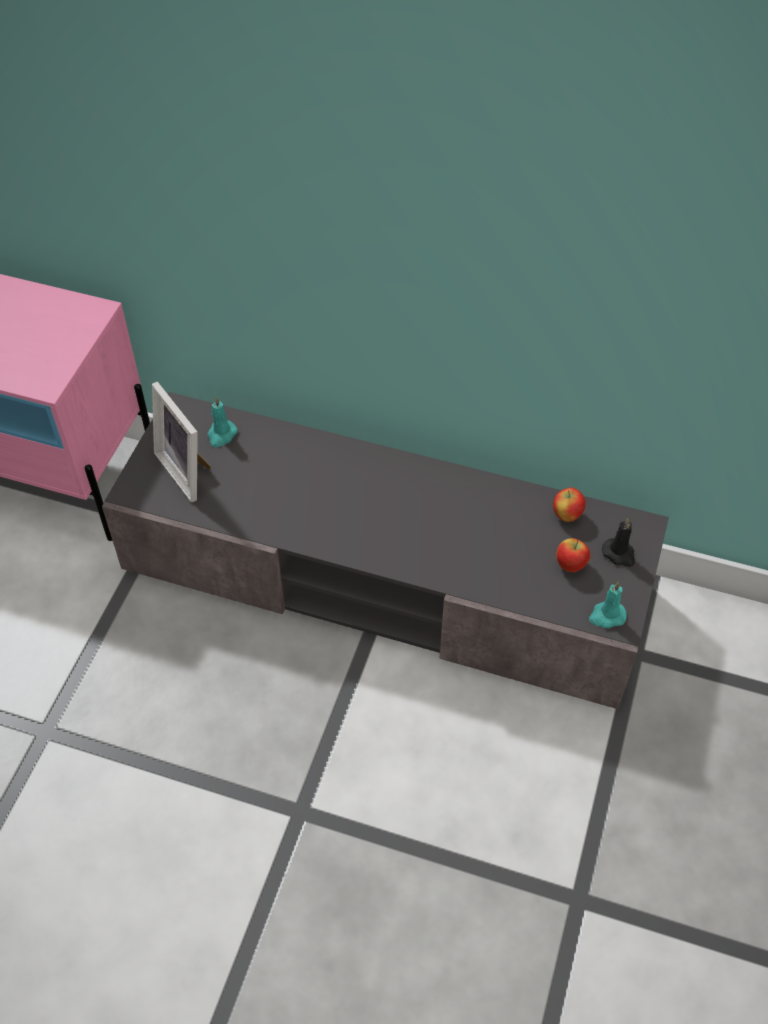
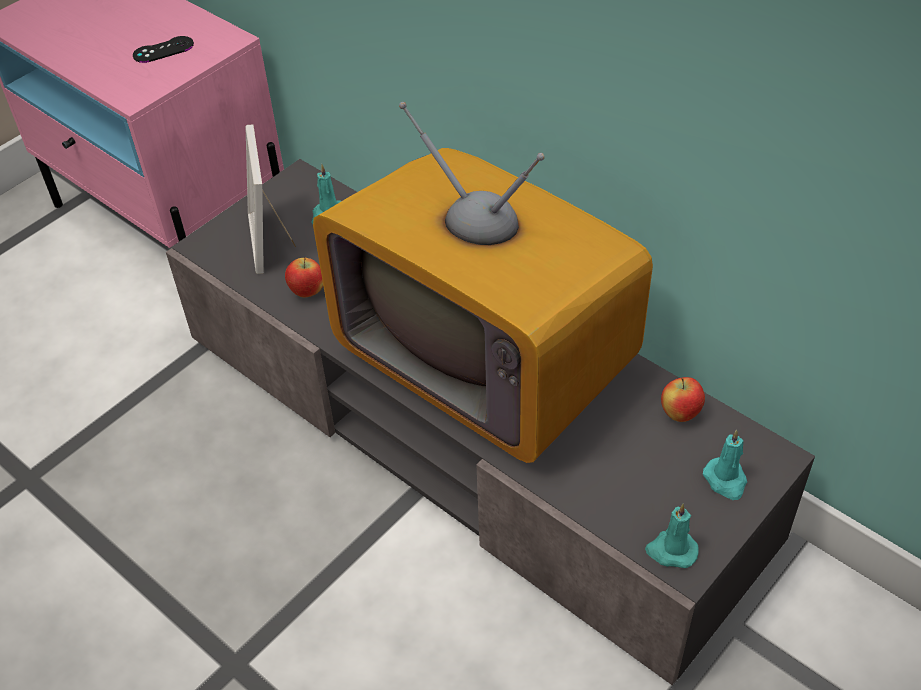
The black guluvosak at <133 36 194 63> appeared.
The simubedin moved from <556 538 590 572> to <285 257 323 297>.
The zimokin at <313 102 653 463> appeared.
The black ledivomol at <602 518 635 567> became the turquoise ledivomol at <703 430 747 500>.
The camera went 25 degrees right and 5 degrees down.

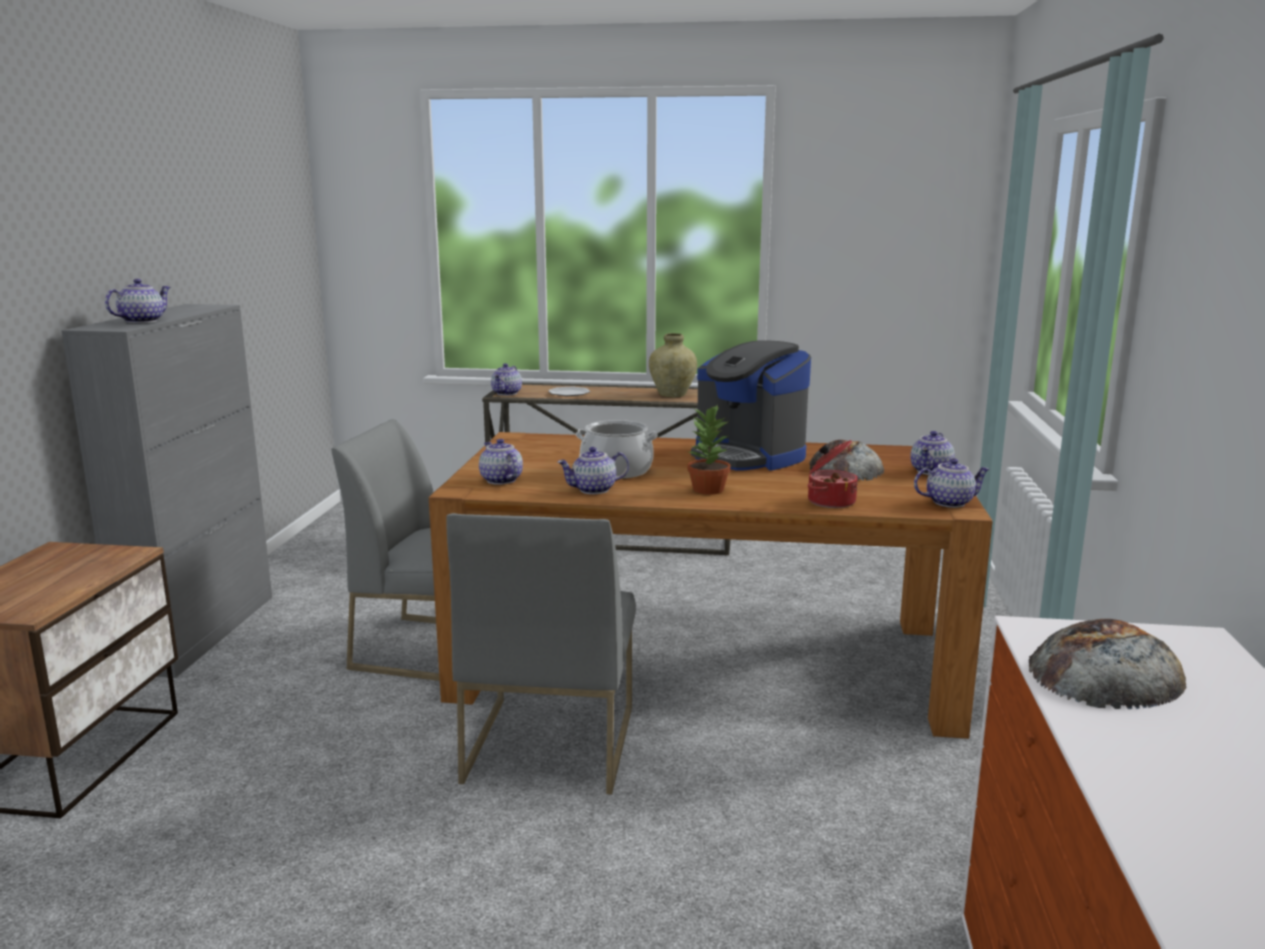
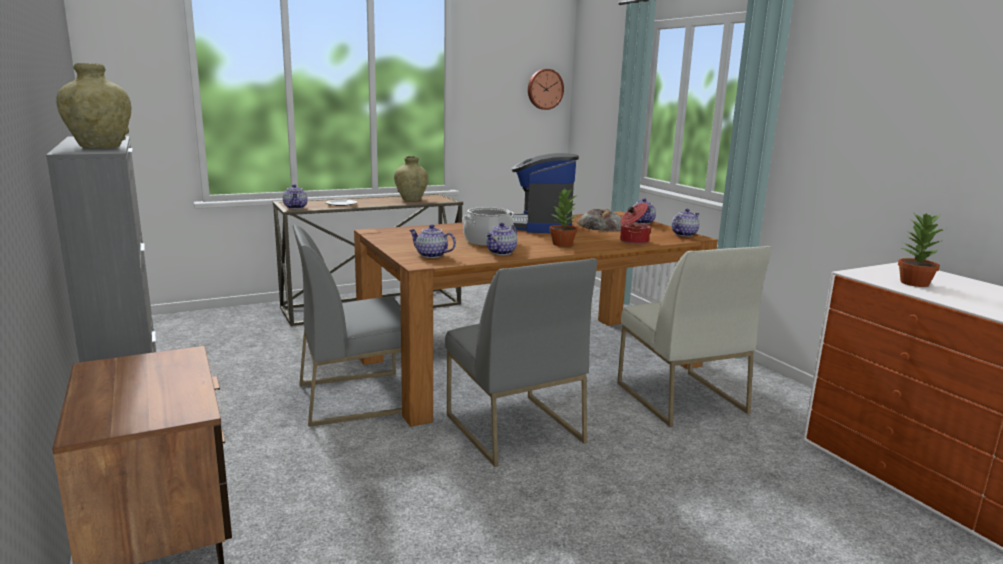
The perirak at <105 279 171 323> was replaced by the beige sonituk at <56 63 131 148>.
The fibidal at <691 340 811 471> turned 75 degrees clockwise.
The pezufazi at <528 69 564 110> appeared.
The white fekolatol at <617 246 772 427> appeared.
The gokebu at <1029 619 1187 709> was replaced by the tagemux at <898 212 943 287>.
The camera went 35 degrees left and 0 degrees up.

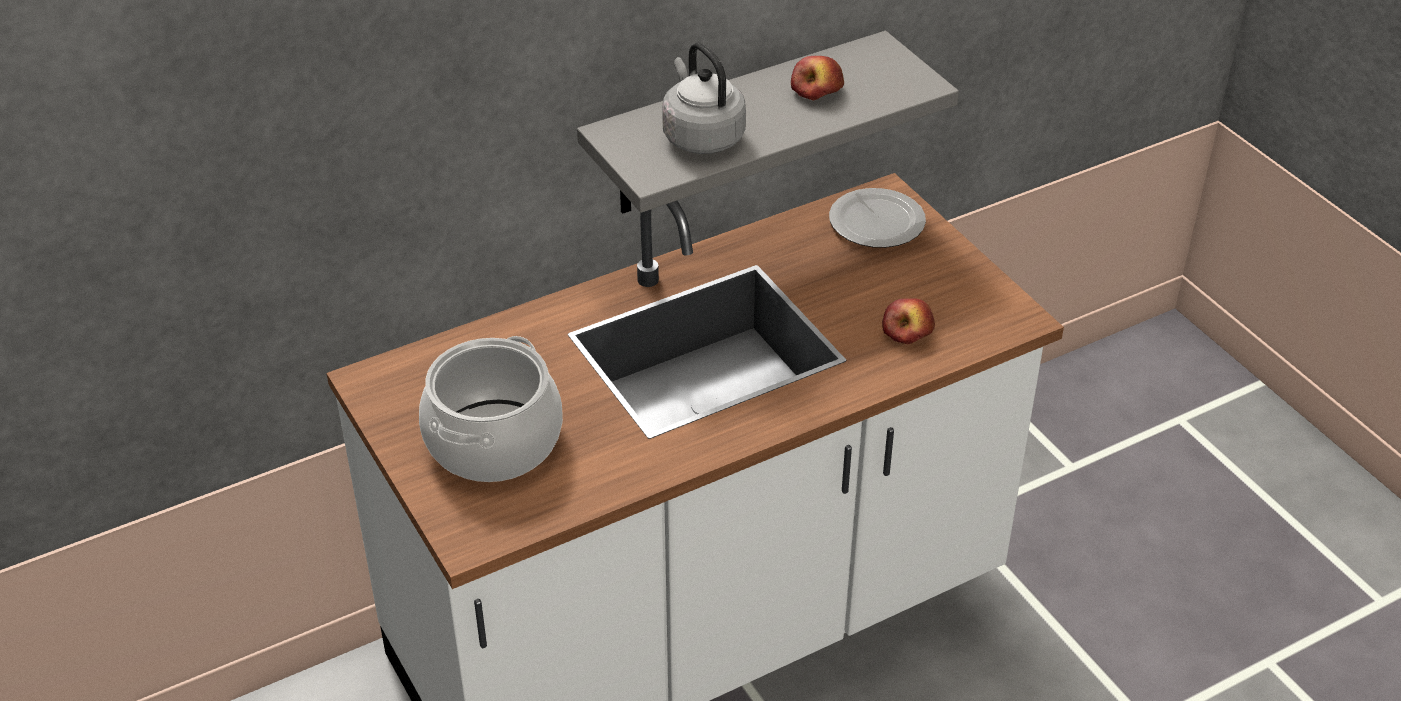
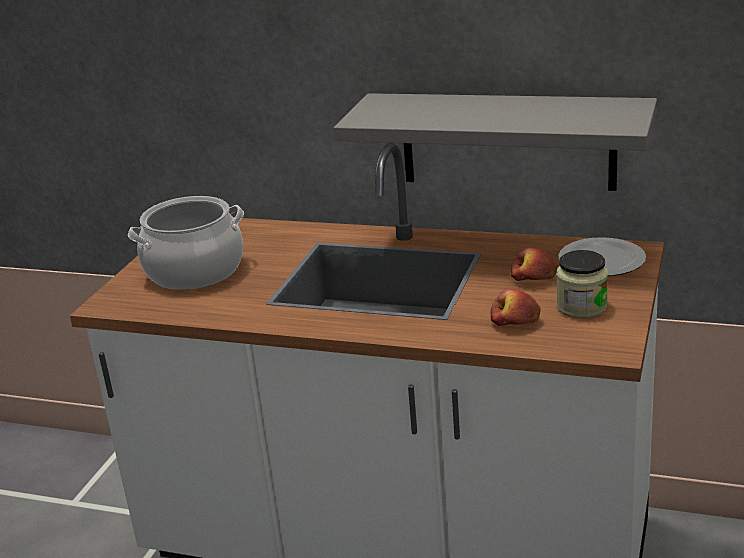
The simubedin moved from <791 56 844 101> to <511 247 558 281>.
The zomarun at <557 250 608 318> appeared.
The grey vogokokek at <662 42 746 154> disappeared.
The camera went 50 degrees right and 15 degrees down.

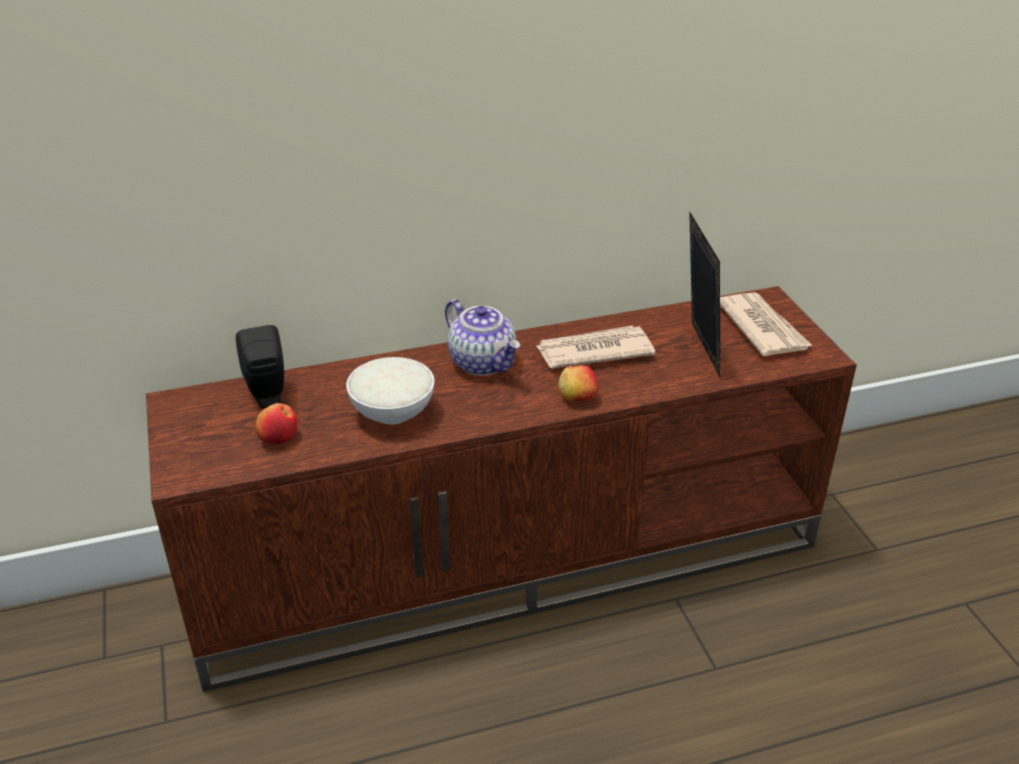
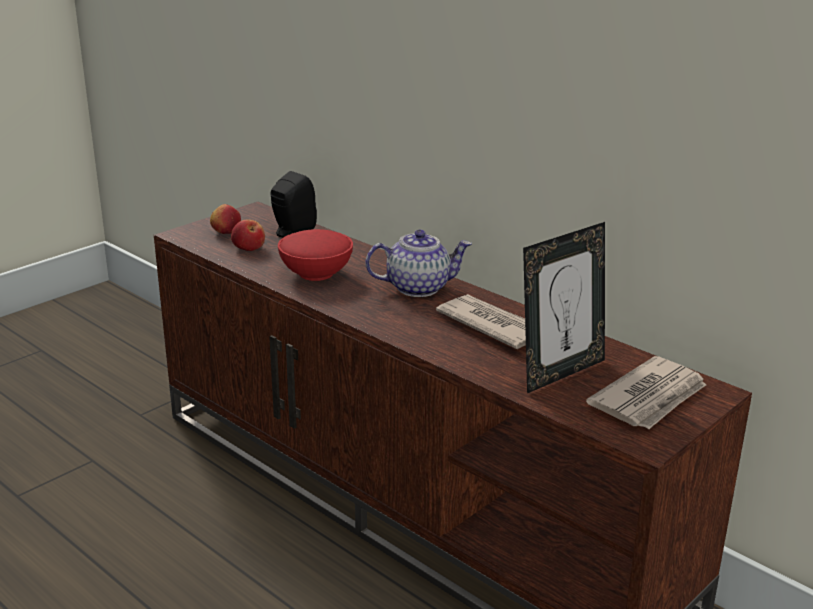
The simubedin moved from <558 365 599 402> to <210 204 241 234>.
The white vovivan at <346 357 434 425> became the red vovivan at <278 229 353 281>.
The perirak at <445 299 520 376> turned 120 degrees counterclockwise.
The camera went 60 degrees right and 10 degrees down.

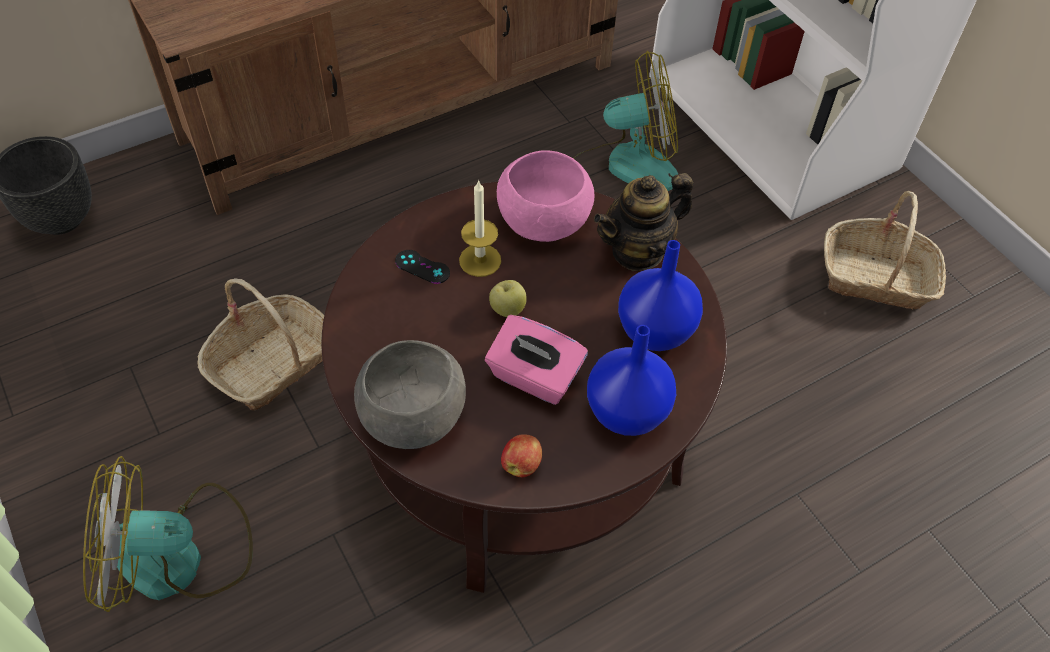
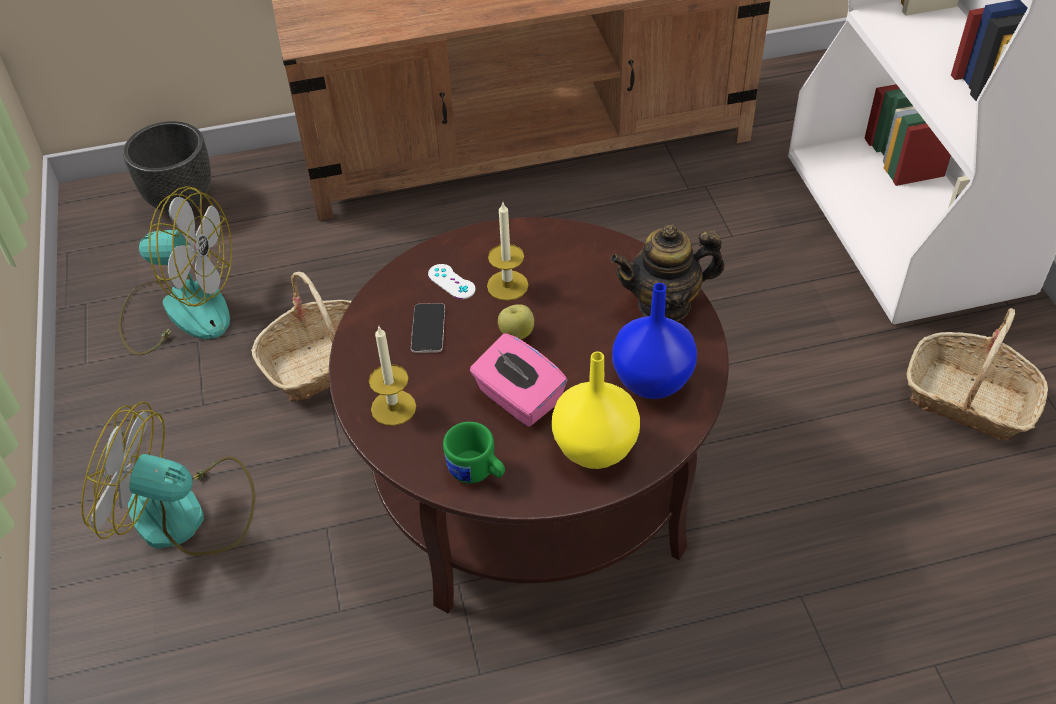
The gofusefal moved from <573 51 678 191> to <118 186 232 355>.
The grey vovivan at <354 340 466 449> was replaced by the ledivomol at <369 326 416 426>.
The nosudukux at <411 303 445 353> appeared.
The black guluvosak at <395 250 450 284> became the white guluvosak at <428 264 476 299>.
The simubedin at <501 434 542 477> was replaced by the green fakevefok at <443 422 505 483>.
The blue sonituk at <587 325 676 436> became the yellow sonituk at <552 351 640 469>.
The pink vovivan at <497 150 594 242> disappeared.
The camera went 20 degrees right and 5 degrees down.

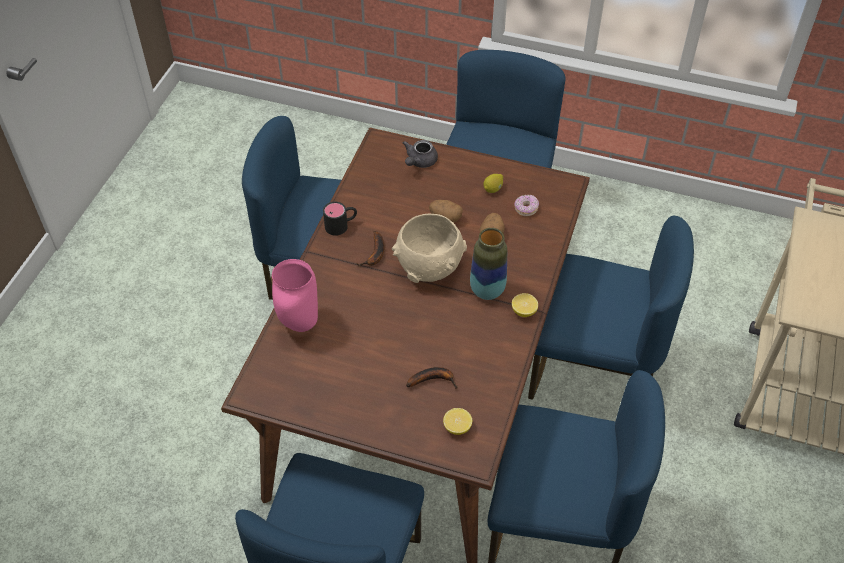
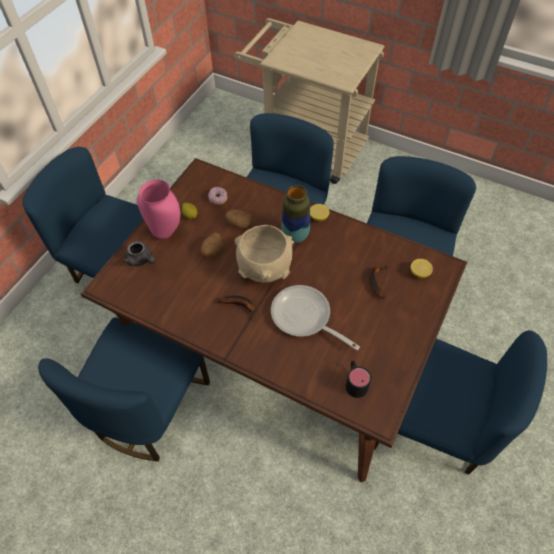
The pink sonituk moved from <272 259 318 332> to <137 179 181 239>.
The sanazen at <271 285 360 350> appeared.
The black fakevefok moved from <323 202 357 236> to <346 361 371 398>.
The camera went 80 degrees left and 5 degrees up.

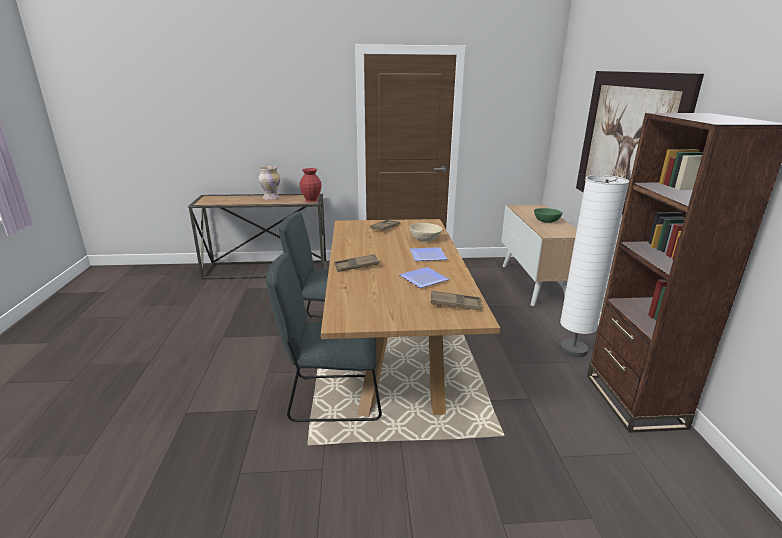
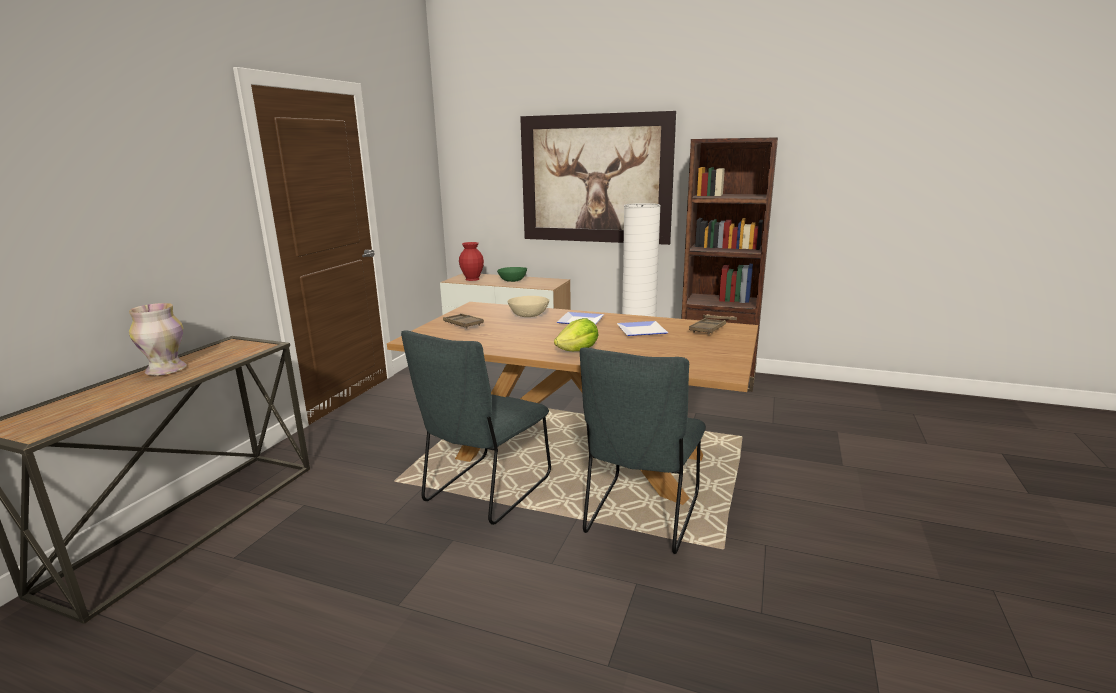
The red sonituk moved from <300 168 322 202> to <459 242 484 281>.
The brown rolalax at <334 254 379 272> was replaced by the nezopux at <554 318 598 351>.
The camera went 65 degrees left and 5 degrees down.

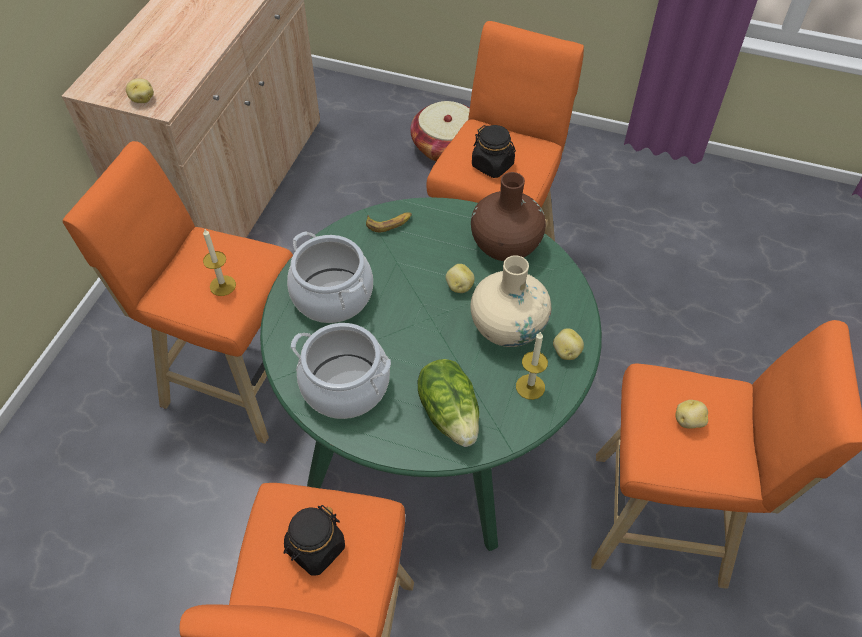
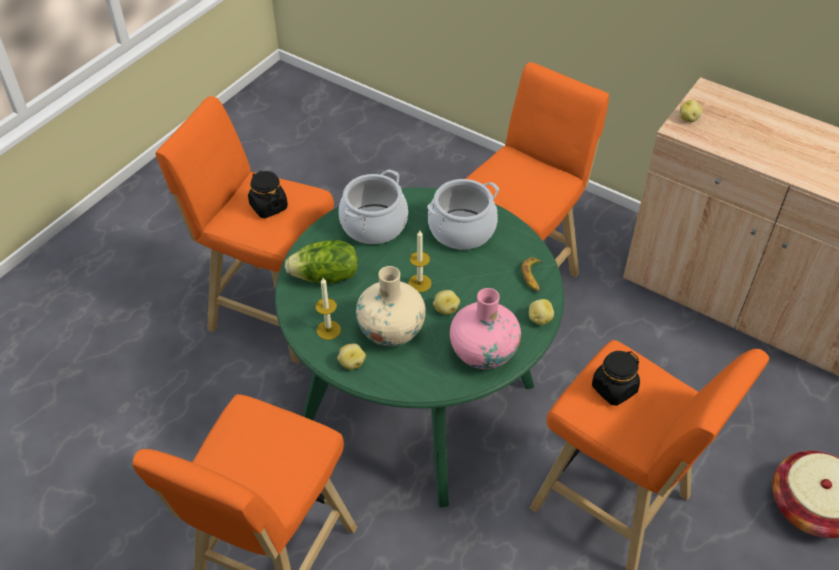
The ledivomol moved from <203 228 236 296> to <408 230 432 292>.
The brown sonituk at <471 172 546 261> became the pink sonituk at <450 288 521 369>.
The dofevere moved from <675 400 708 429> to <529 299 554 325>.
The camera went 105 degrees right and 5 degrees down.

